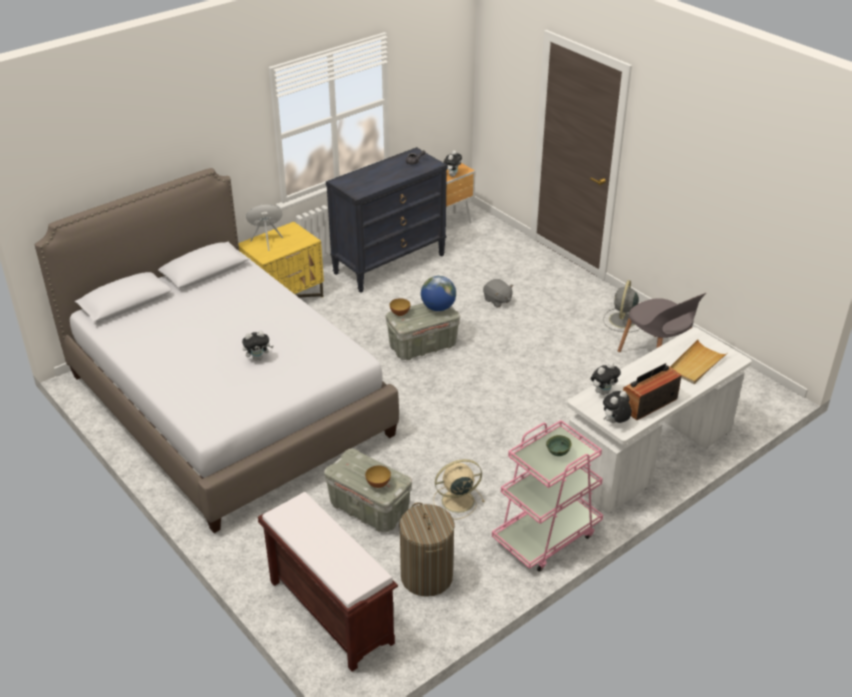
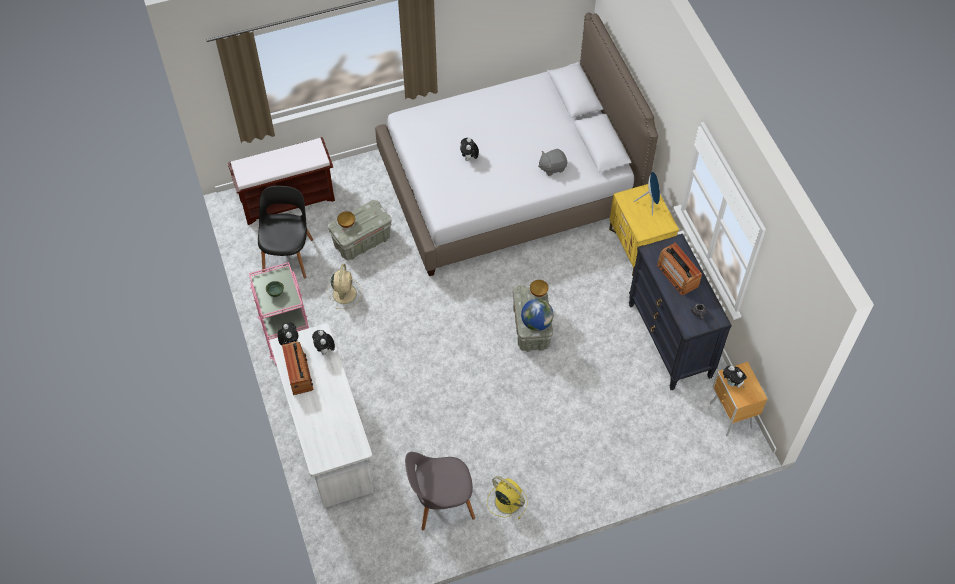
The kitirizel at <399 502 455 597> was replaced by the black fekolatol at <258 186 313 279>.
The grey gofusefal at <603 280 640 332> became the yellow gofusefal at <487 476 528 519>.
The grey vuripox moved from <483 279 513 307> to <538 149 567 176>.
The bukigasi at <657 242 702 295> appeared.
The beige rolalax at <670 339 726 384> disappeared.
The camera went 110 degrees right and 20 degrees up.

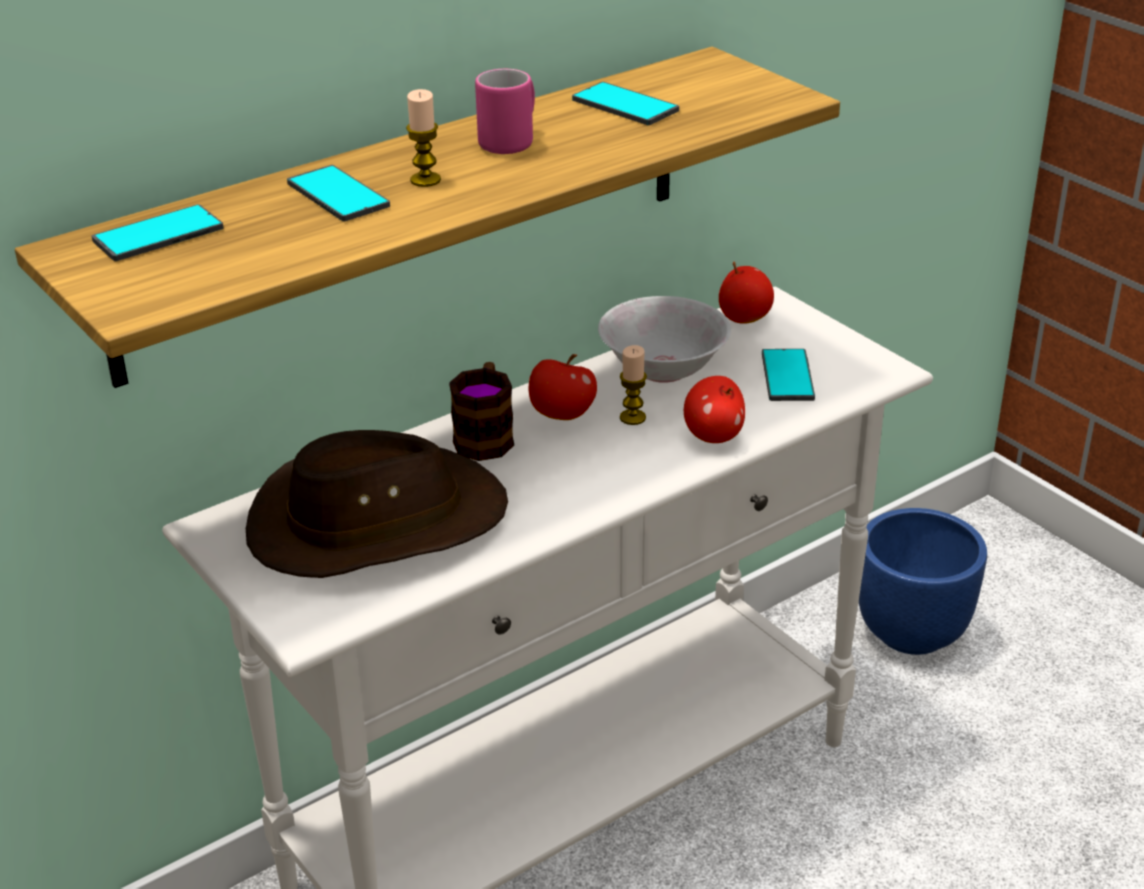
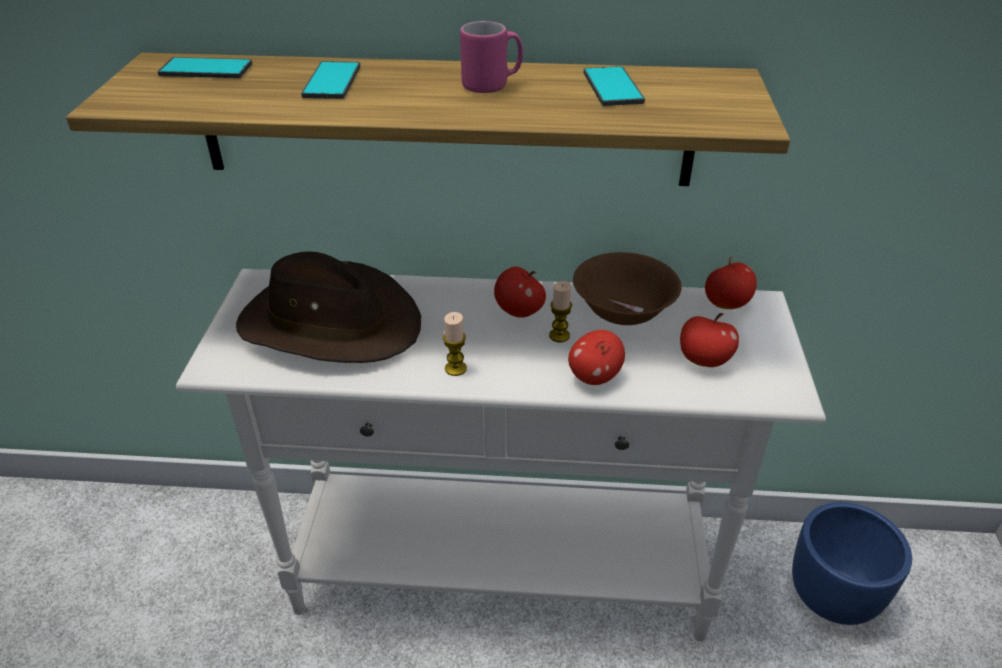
The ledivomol moved from <406 89 441 187> to <443 312 467 376>.
The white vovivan at <598 296 731 383> became the brown vovivan at <573 252 682 325>.
The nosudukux at <762 349 815 401> was replaced by the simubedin at <680 313 739 367>.
The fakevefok at <449 362 514 461> disappeared.
The camera went 40 degrees right and 5 degrees up.

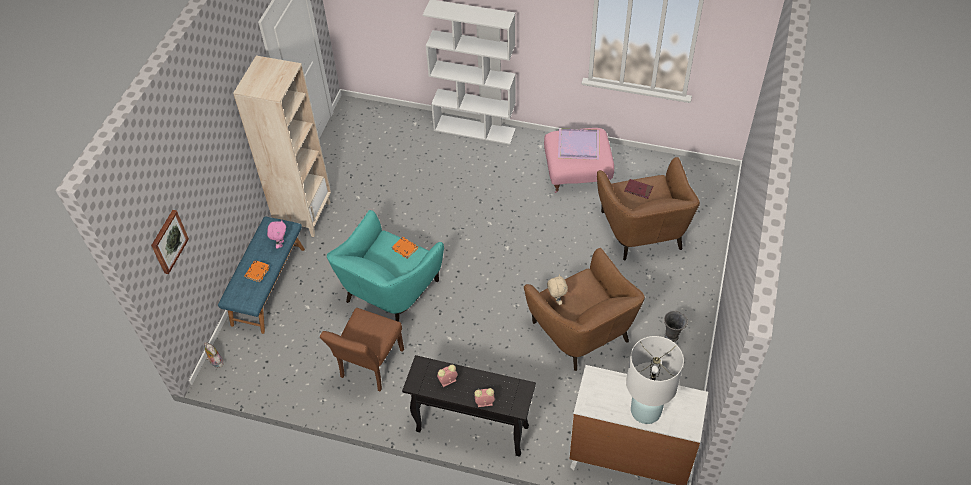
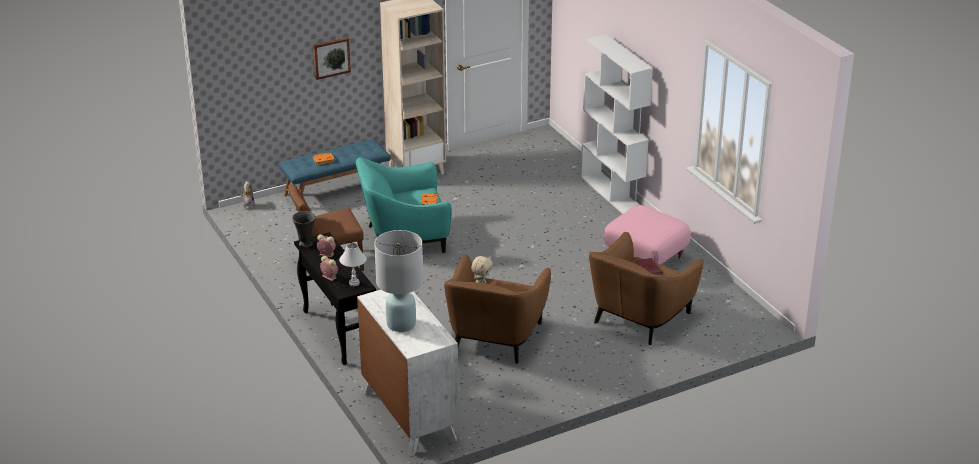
The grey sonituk moved from <664 311 688 342> to <292 211 315 248>.
The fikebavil moved from <151 210 189 274> to <313 37 351 80>.
The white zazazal at <339 243 367 286> appeared.
The pink vuripox at <267 220 286 249> disappeared.
The purple rolalax at <558 129 599 160> disappeared.
The camera went 45 degrees right and 20 degrees down.

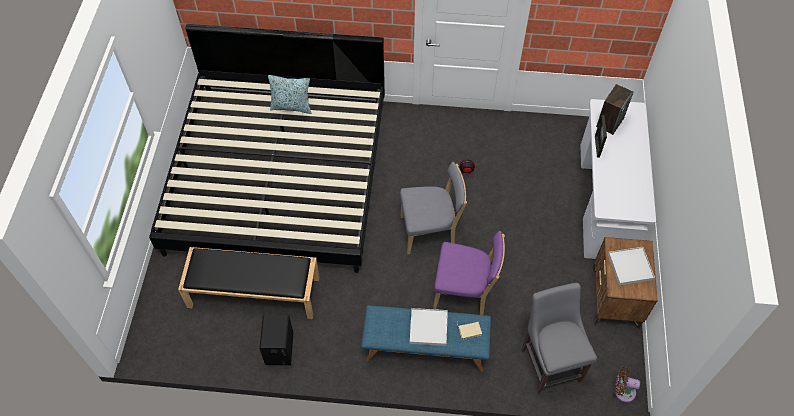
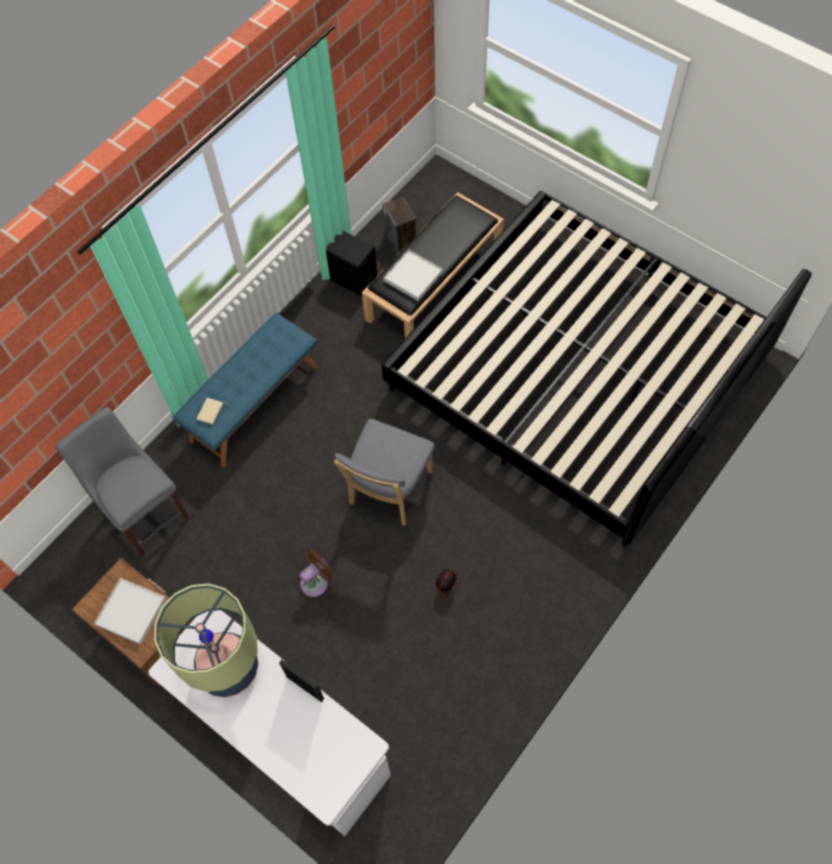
The grey fekolatol at <521 283 597 394> turned 150 degrees counterclockwise.
The zazazal at <154 583 258 698> appeared.
The brown gofusefal moved from <615 366 640 402> to <299 549 334 597>.
The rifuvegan moved from <596 84 634 135> to <382 196 417 256>.
The white rolalax moved from <410 308 448 346> to <383 249 443 301>.
The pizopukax at <268 75 311 114> disappeared.
The purple fekolatol at <433 231 505 315> disappeared.
The camera went 125 degrees right and 5 degrees up.

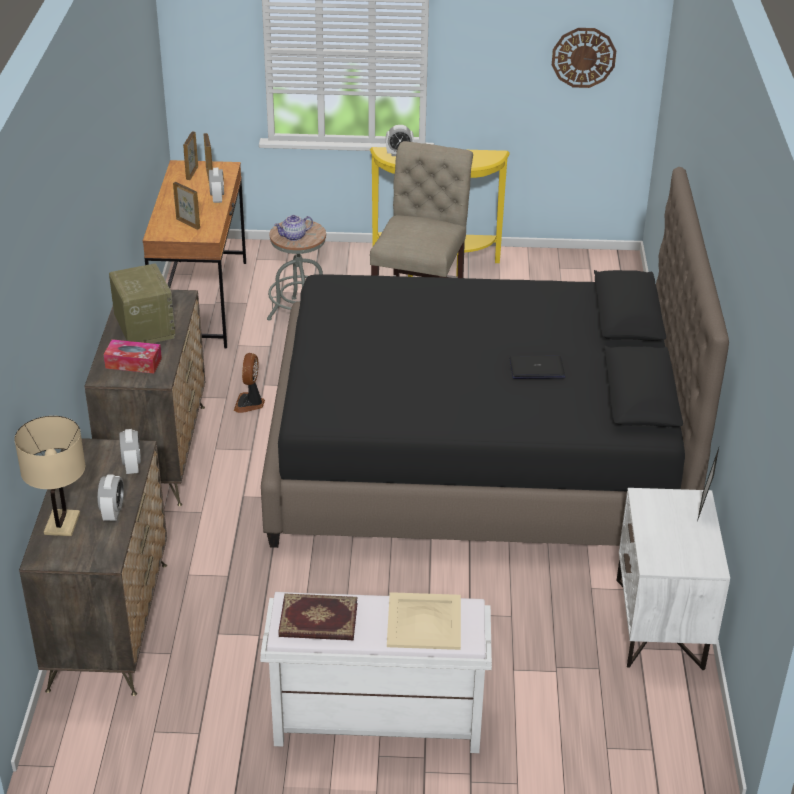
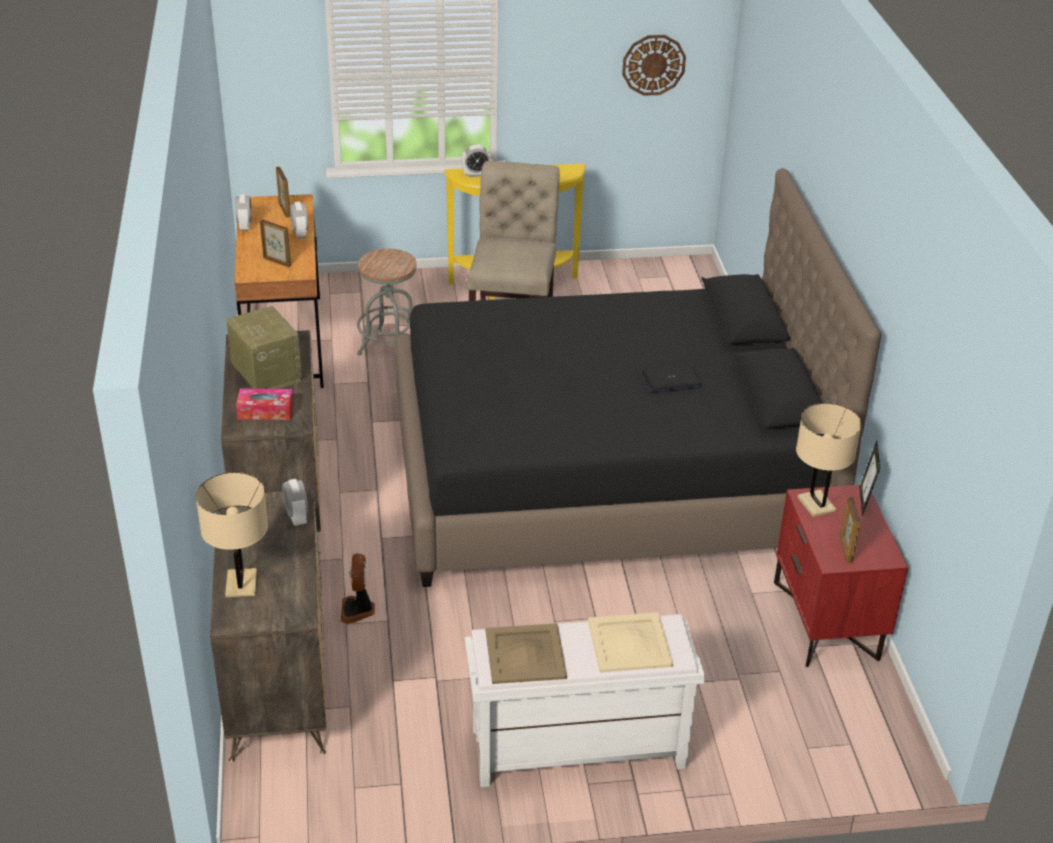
The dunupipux moved from <97 474 124 521> to <235 194 252 231>.
The gofusefal moved from <234 353 265 413> to <341 553 375 624>.
The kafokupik at <279 594 358 640> was replaced by the beige rolalax at <485 623 567 684>.
The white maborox at <616 488 730 670> became the red maborox at <774 485 908 667>.
The beige zazazal at <796 403 862 517> appeared.
The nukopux moved from <183 132 198 180> to <840 497 860 563>.
The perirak at <274 215 313 241> disappeared.
The camera went 10 degrees left and 0 degrees up.

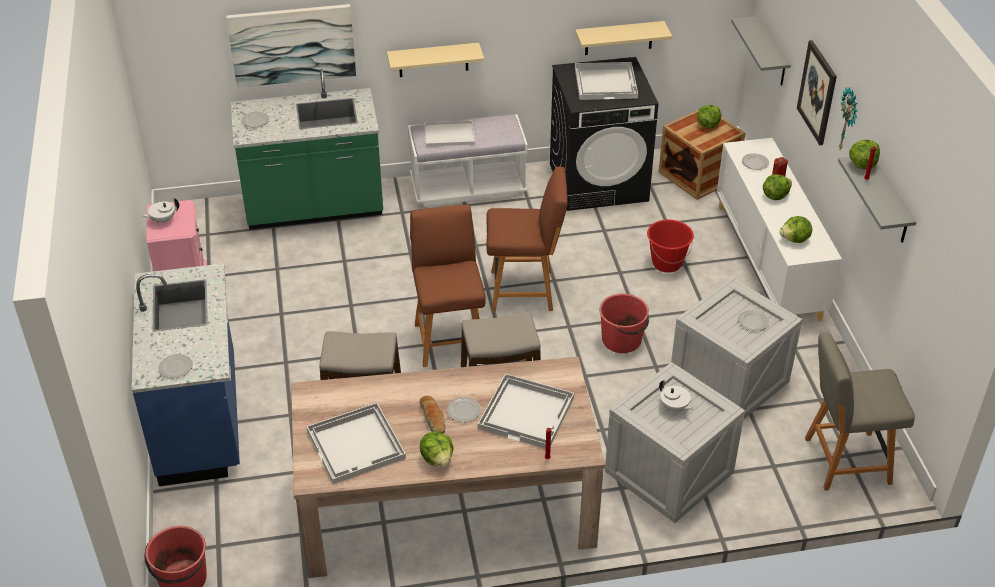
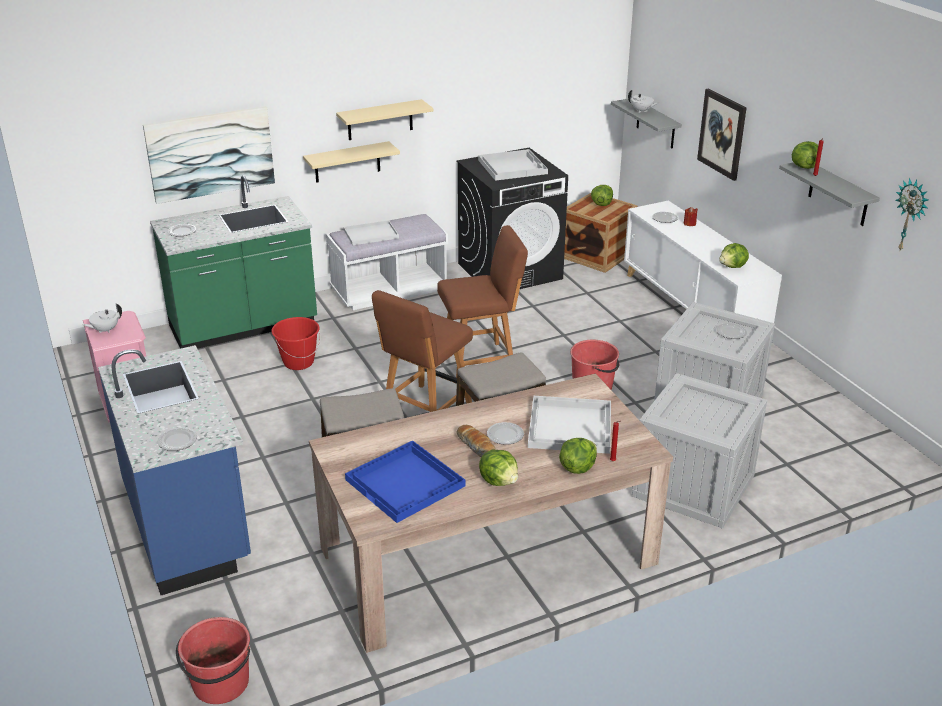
The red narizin moved from <647 220 694 273> to <271 317 320 370>.
The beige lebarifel moved from <575 21 672 55> to <336 99 433 140>.
The white rolalax at <306 403 406 484> became the blue rolalax at <345 440 465 523>.
The brown fekolatol at <410 205 486 367> turned 120 degrees counterclockwise.
The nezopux moved from <763 174 792 200> to <559 438 597 474>.
The white perirak moved from <659 380 694 412> to <628 90 659 113>.
The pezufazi moved from <839 87 857 149> to <896 178 928 250>.
The grey fekolatol at <805 332 915 491> disappeared.
The camera went 15 degrees left and 10 degrees down.

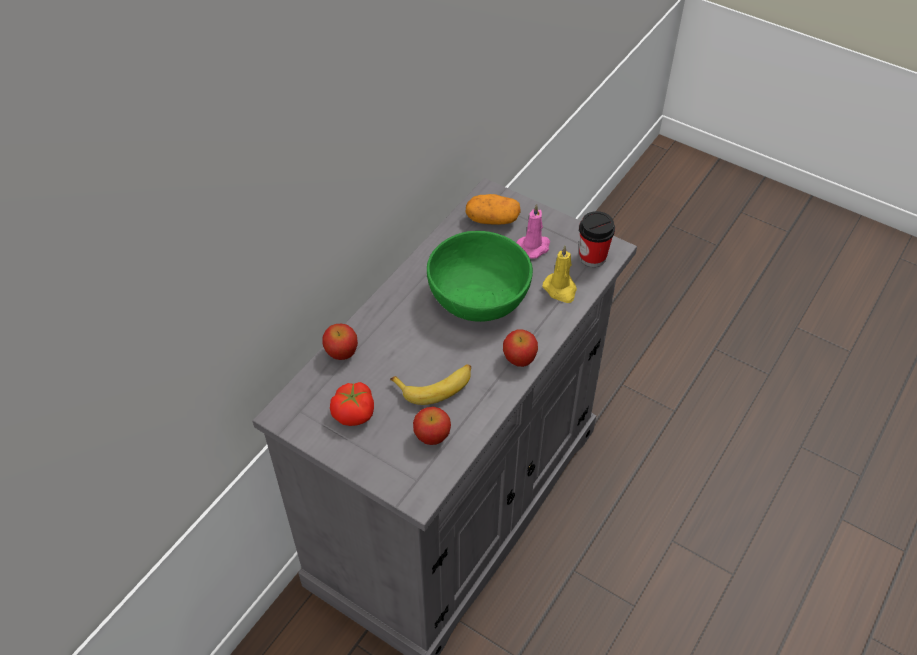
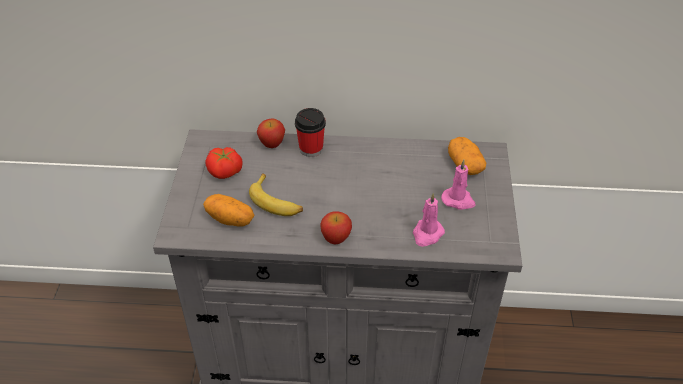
The simubedin at <413 407 451 445> was replaced by the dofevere at <203 194 254 227>.
The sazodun moved from <579 211 615 267> to <295 108 326 157>.
The yellow ledivomol at <543 246 577 303> became the pink ledivomol at <413 193 445 247>.
The green vovivan at <427 231 533 322> disappeared.
The camera went 60 degrees right and 5 degrees down.

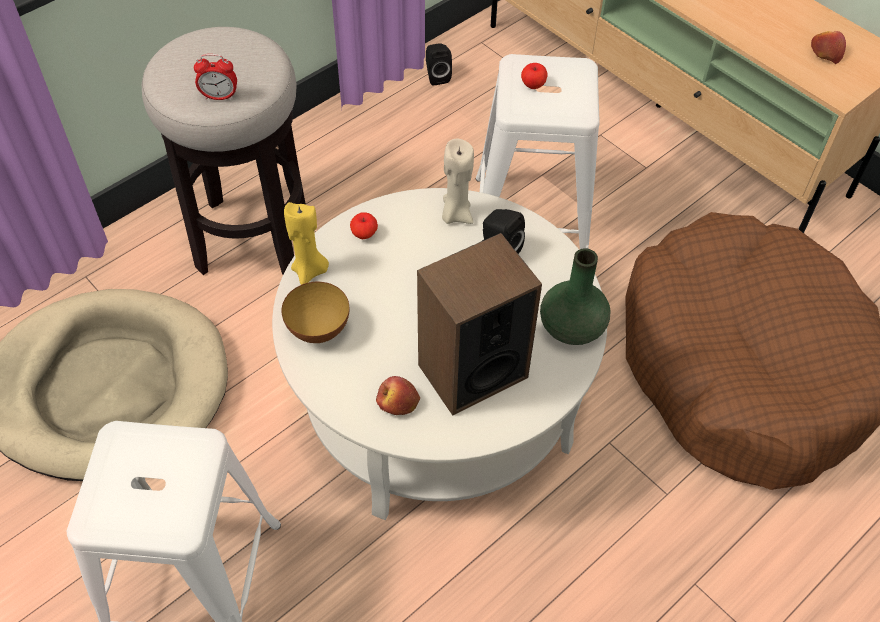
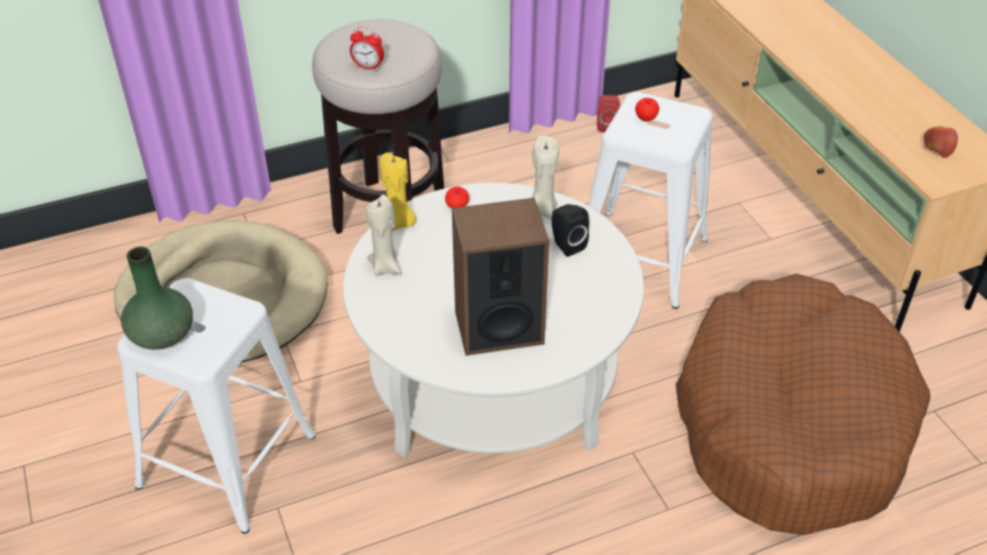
The green sonituk moved from <540 248 611 345> to <121 247 193 350>.
The vovivan at <281 282 349 343> was replaced by the beige ledivomol at <366 195 402 276>.
The black rifuvegan at <426 43 452 86> became the red rifuvegan at <597 95 620 132>.
The simubedin at <376 376 420 415> disappeared.
The camera went 20 degrees right and 10 degrees down.

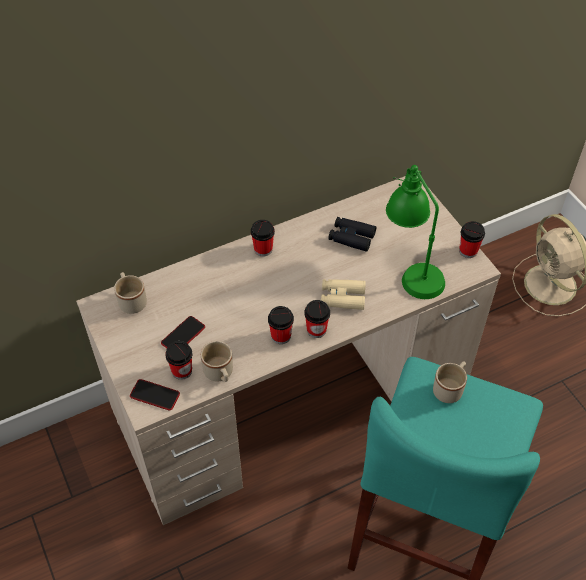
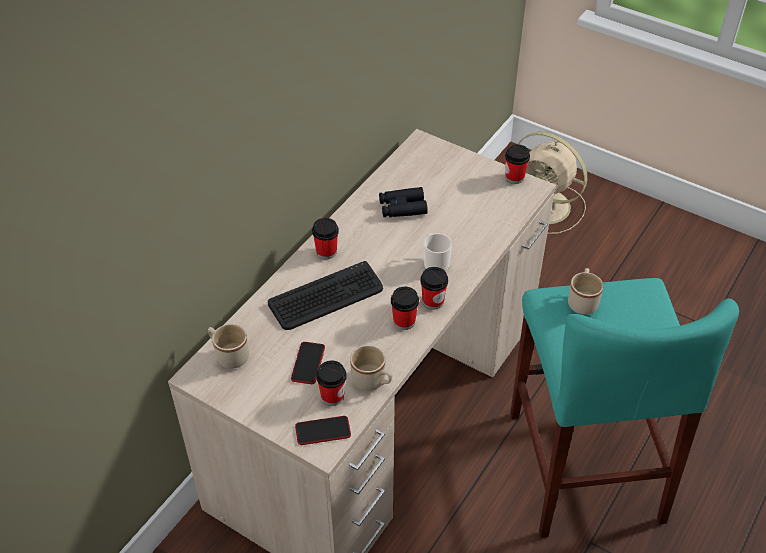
The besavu at <268 261 383 330> appeared.
The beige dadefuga at <321 279 366 310> was replaced by the fakevefok at <424 233 452 272>.
The green zazazal at <386 165 445 299> disappeared.
The camera went 30 degrees left and 5 degrees down.

